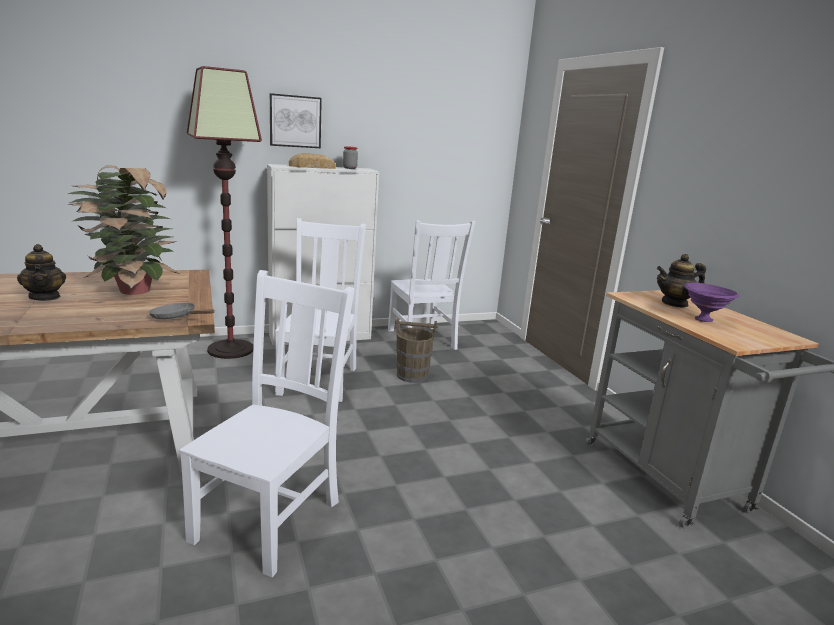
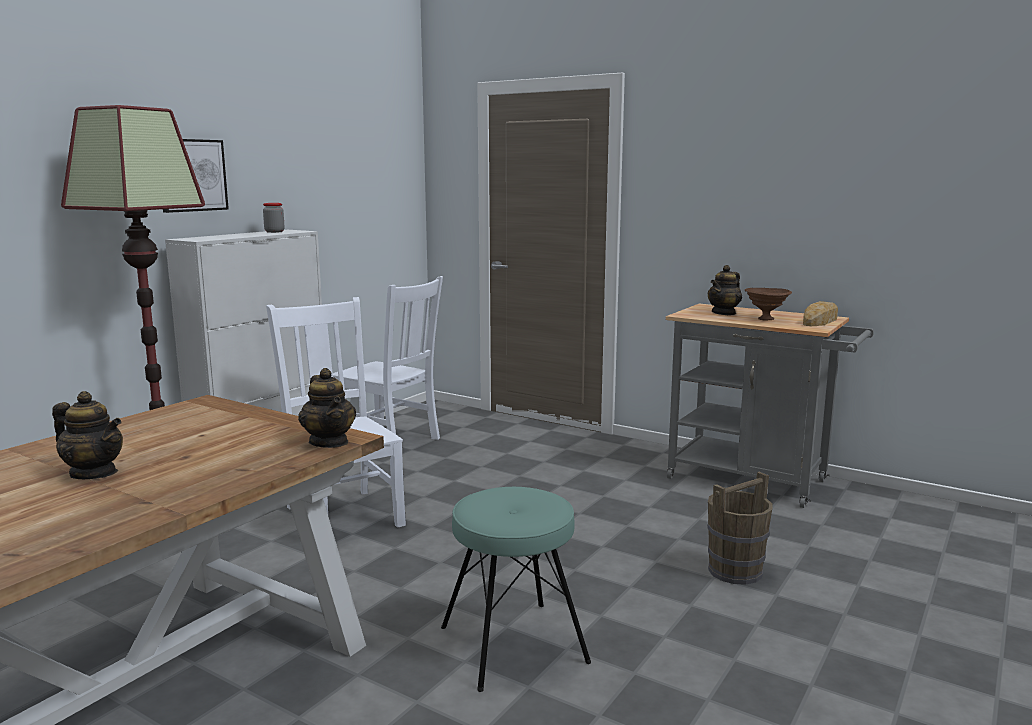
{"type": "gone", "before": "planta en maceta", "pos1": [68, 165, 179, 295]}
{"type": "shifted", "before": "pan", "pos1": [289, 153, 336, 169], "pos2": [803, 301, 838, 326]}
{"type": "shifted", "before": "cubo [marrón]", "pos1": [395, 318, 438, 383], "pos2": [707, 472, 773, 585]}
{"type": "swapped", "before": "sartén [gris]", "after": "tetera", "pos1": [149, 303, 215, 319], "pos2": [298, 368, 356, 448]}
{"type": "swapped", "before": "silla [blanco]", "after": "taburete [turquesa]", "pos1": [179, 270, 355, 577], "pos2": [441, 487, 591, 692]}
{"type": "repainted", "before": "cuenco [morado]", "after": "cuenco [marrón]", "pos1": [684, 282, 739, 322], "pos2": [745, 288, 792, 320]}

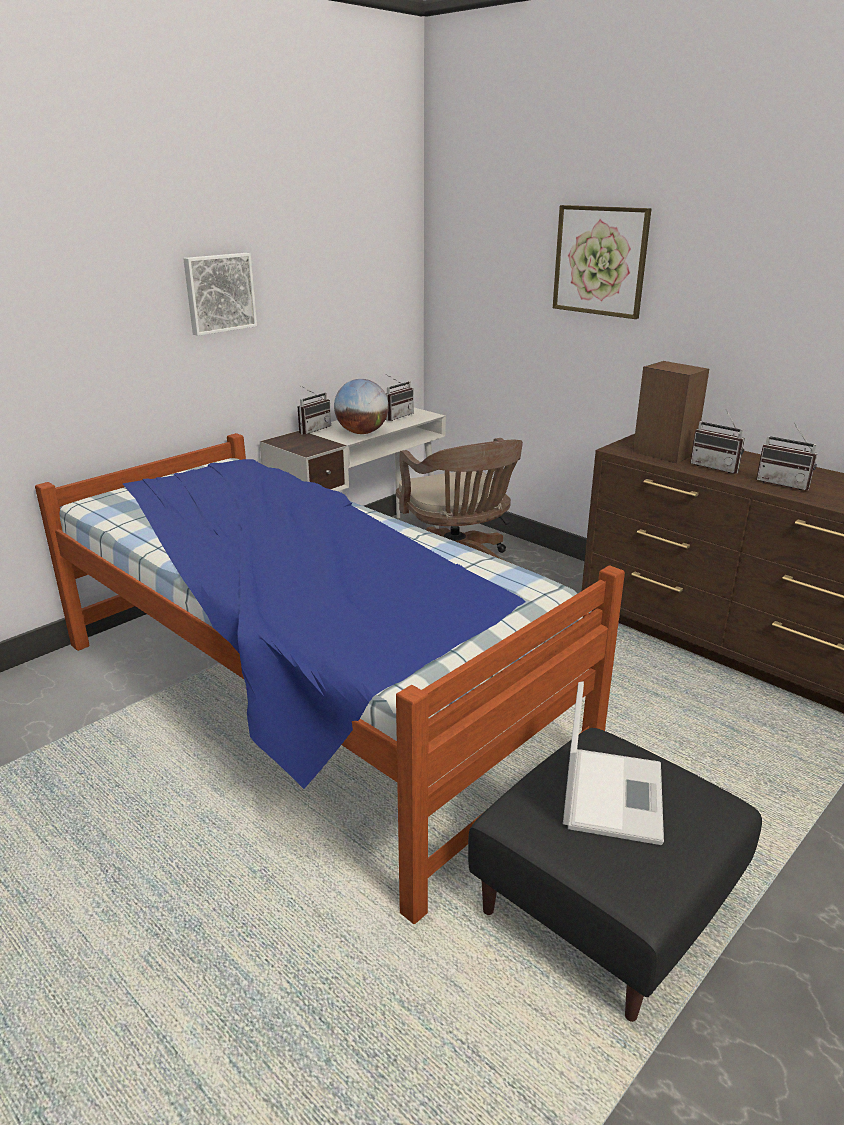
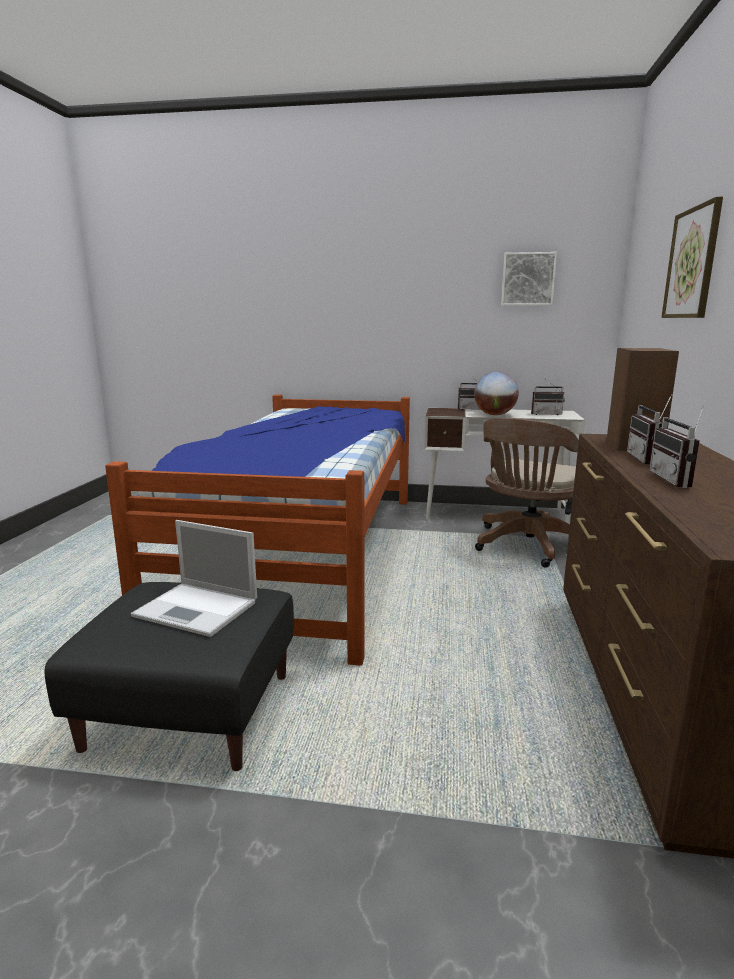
{"type": "shifted", "before": "cuadro", "pos1": [183, 253, 257, 336], "pos2": [501, 252, 557, 306]}
{"type": "rotated", "before": "portátil", "pos1": [563, 682, 664, 845], "pos2": [131, 520, 257, 637], "turn": 45}

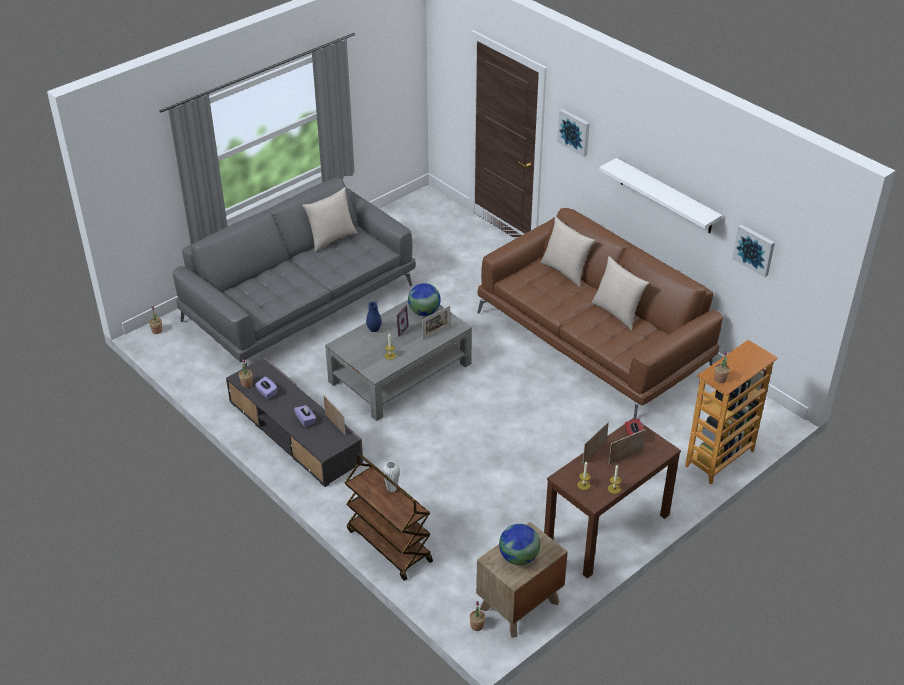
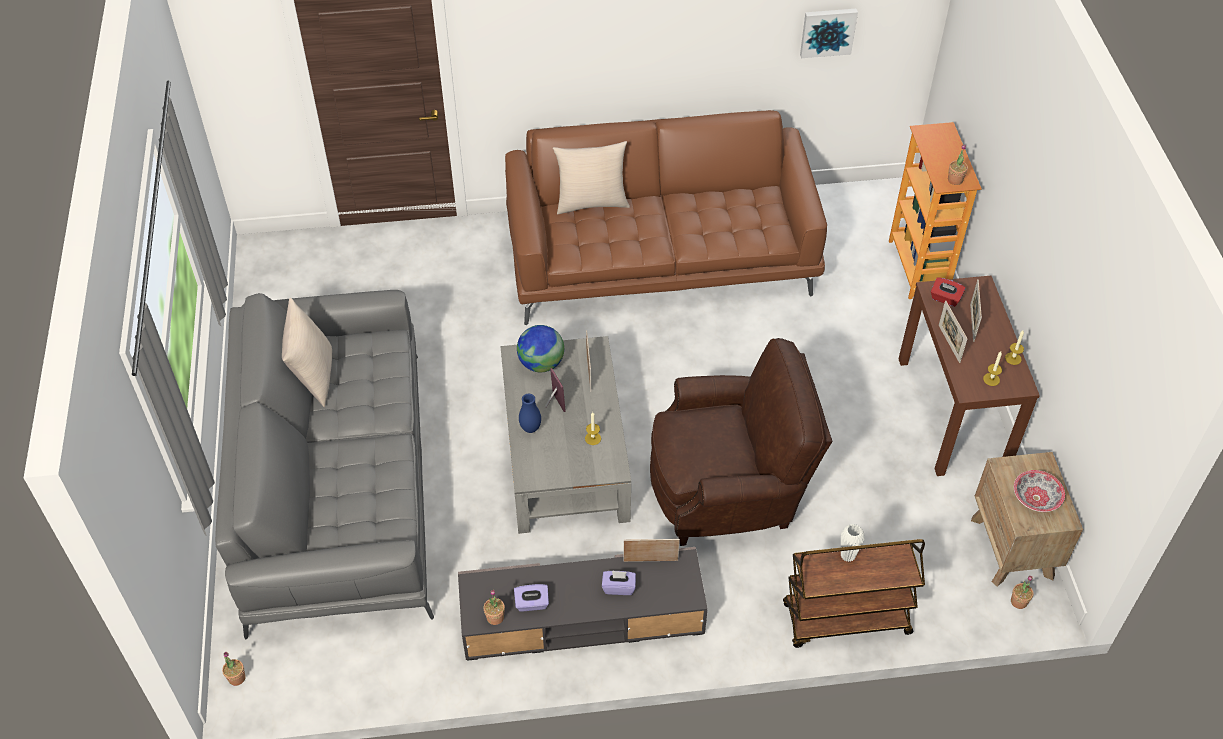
{"type": "gone", "before": "cuadro", "pos1": [557, 109, 590, 157]}
{"type": "gone", "before": "cojín [beis]", "pos1": [592, 256, 650, 330]}
{"type": "gone", "before": "estante [blanco]", "pos1": [599, 158, 722, 233]}
{"type": "new", "after": "sillón [marrón]", "pos2": [650, 338, 833, 546]}
{"type": "swapped", "before": "globo terráqueo", "after": "cuenco", "pos1": [499, 524, 540, 565], "pos2": [1014, 470, 1065, 512]}

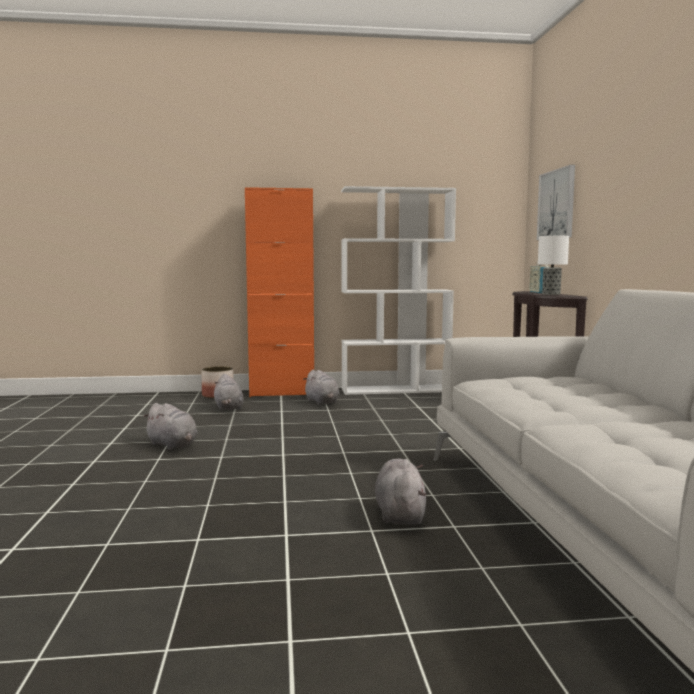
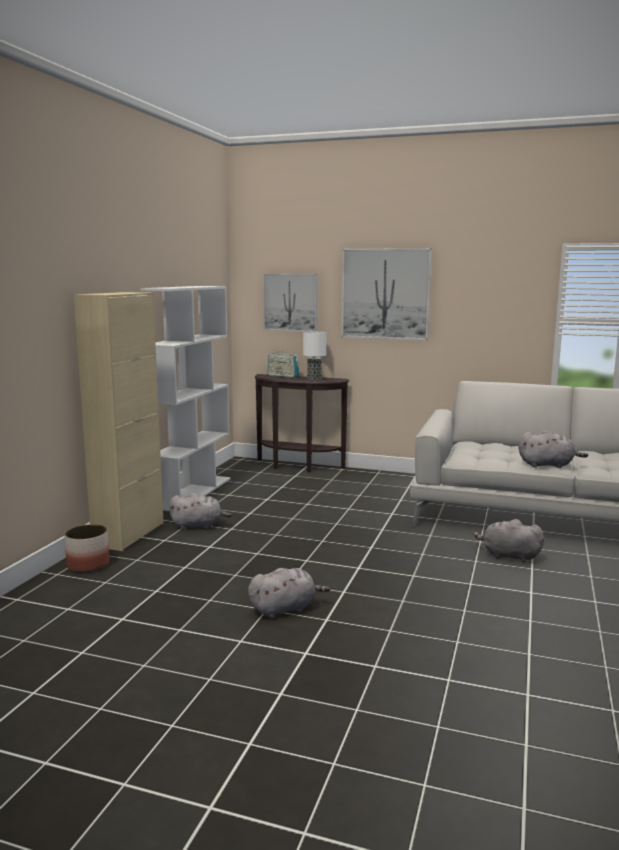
{"type": "new", "after": "cuadro", "pos2": [341, 248, 432, 340]}
{"type": "shifted", "before": "peluche [gris]", "pos1": [214, 374, 244, 411], "pos2": [518, 430, 588, 468]}
{"type": "repainted", "before": "armario [naranja]", "after": "armario [beis]", "pos1": [245, 187, 314, 397], "pos2": [74, 292, 164, 551]}

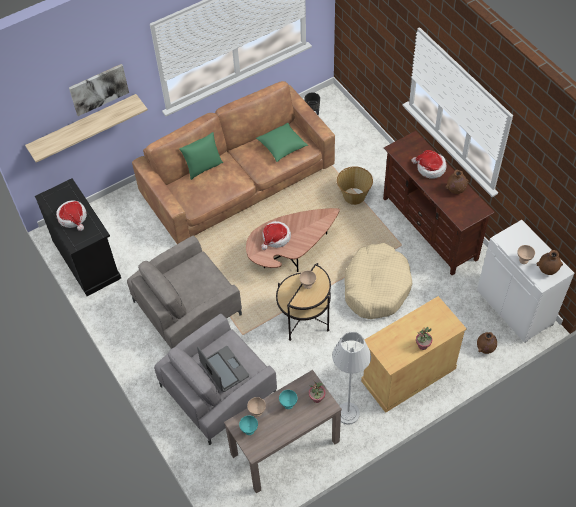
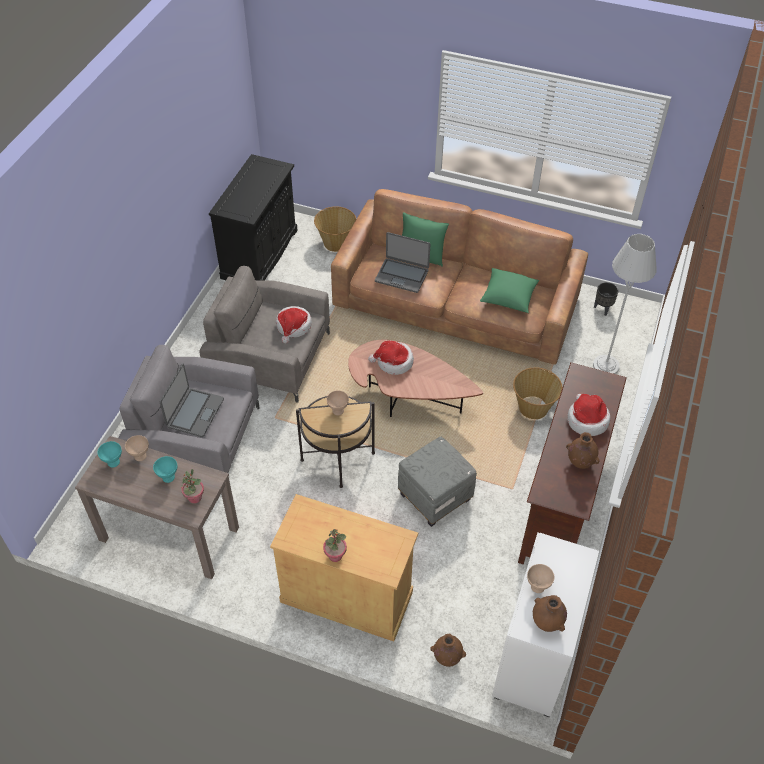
{"type": "gone", "before": "estante", "pos1": [25, 94, 148, 163]}
{"type": "gone", "before": "cuadro", "pos1": [69, 64, 129, 116]}
{"type": "new", "after": "cesta", "pos2": [314, 206, 356, 252]}
{"type": "new", "after": "portátil", "pos2": [375, 232, 431, 293]}
{"type": "shifted", "before": "sombrero", "pos1": [56, 200, 87, 231], "pos2": [276, 306, 312, 343]}
{"type": "shifted", "before": "lámpara de pie [gris]", "pos1": [332, 332, 371, 424], "pos2": [593, 234, 657, 374]}
{"type": "swapped", "before": "cama para perro [beis]", "after": "puf [gris]", "pos1": [344, 243, 412, 319], "pos2": [398, 437, 477, 527]}

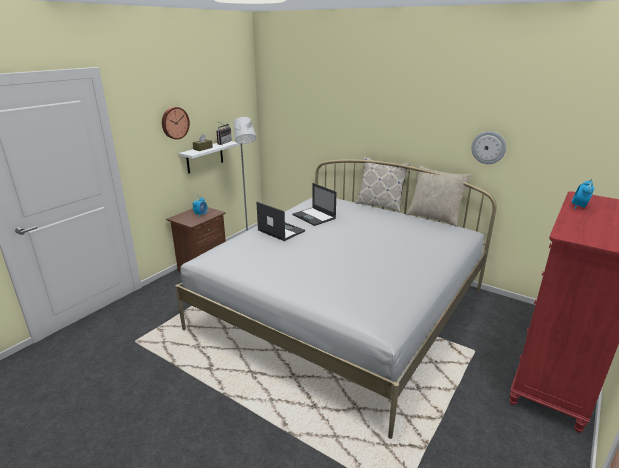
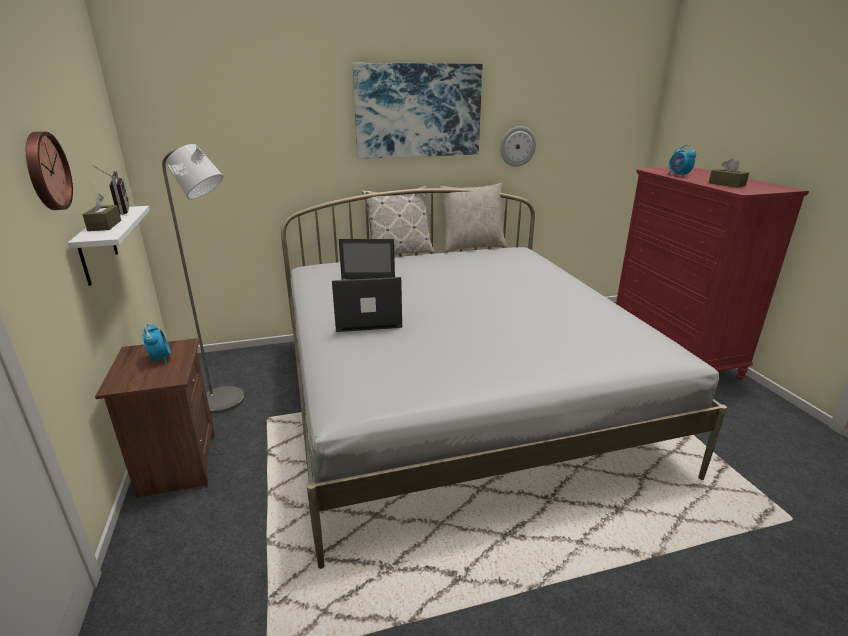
{"type": "new", "after": "cuadro", "pos2": [352, 63, 483, 159]}
{"type": "new", "after": "caja de pañuelos [marrón]", "pos2": [709, 158, 749, 188]}

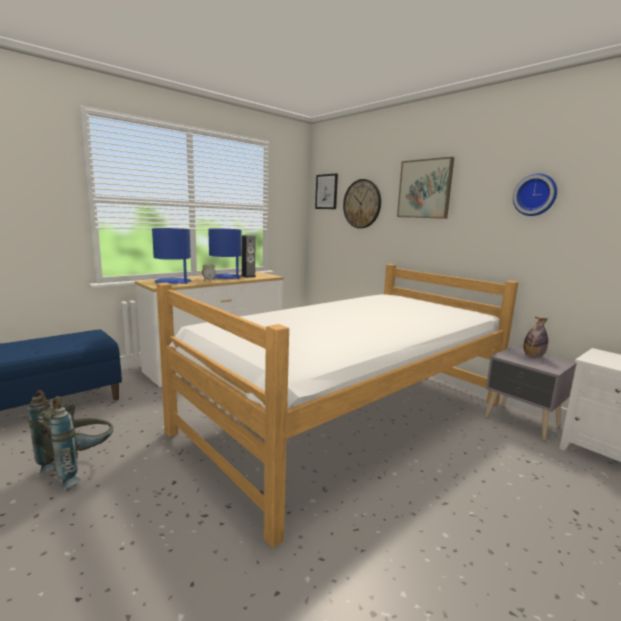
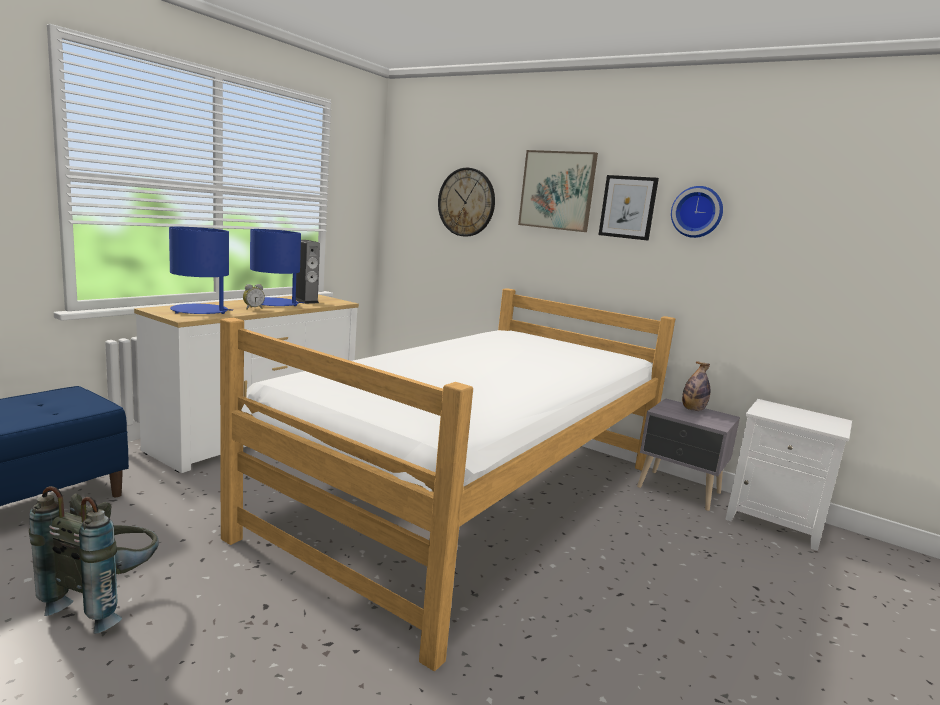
{"type": "shifted", "before": "cuadro", "pos1": [315, 173, 338, 209], "pos2": [598, 175, 659, 241]}

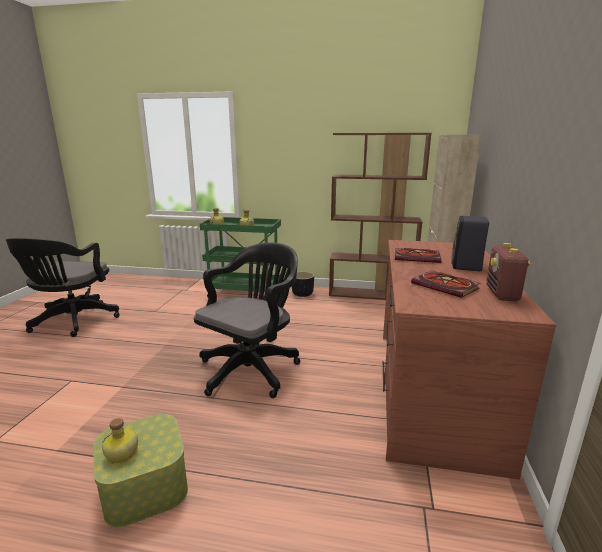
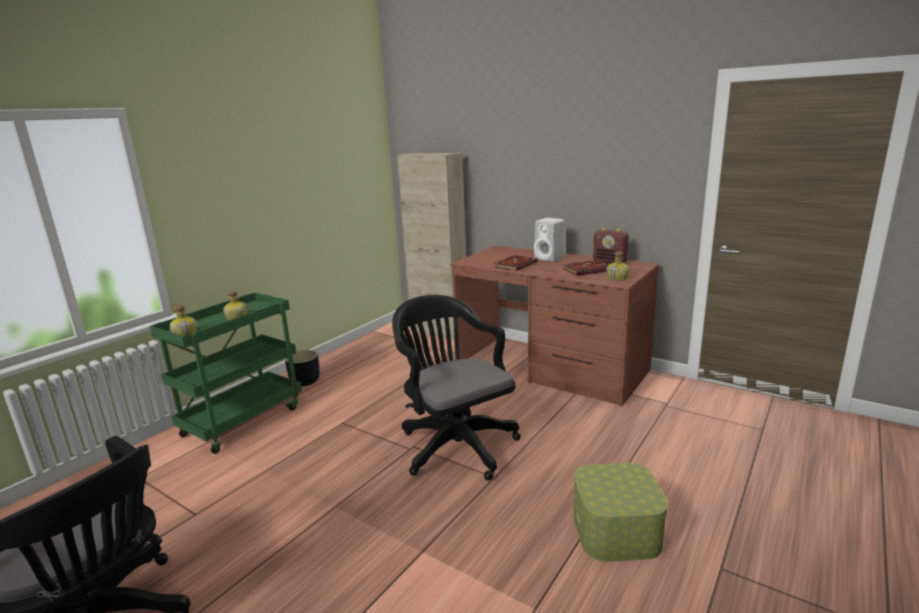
{"type": "gone", "before": "estantería [marrón]", "pos1": [329, 133, 432, 300]}
{"type": "shifted", "before": "botella", "pos1": [102, 418, 138, 464], "pos2": [606, 251, 630, 281]}
{"type": "repainted", "before": "altavoz [negro]", "after": "altavoz [blanco]", "pos1": [451, 216, 489, 271], "pos2": [534, 218, 565, 262]}

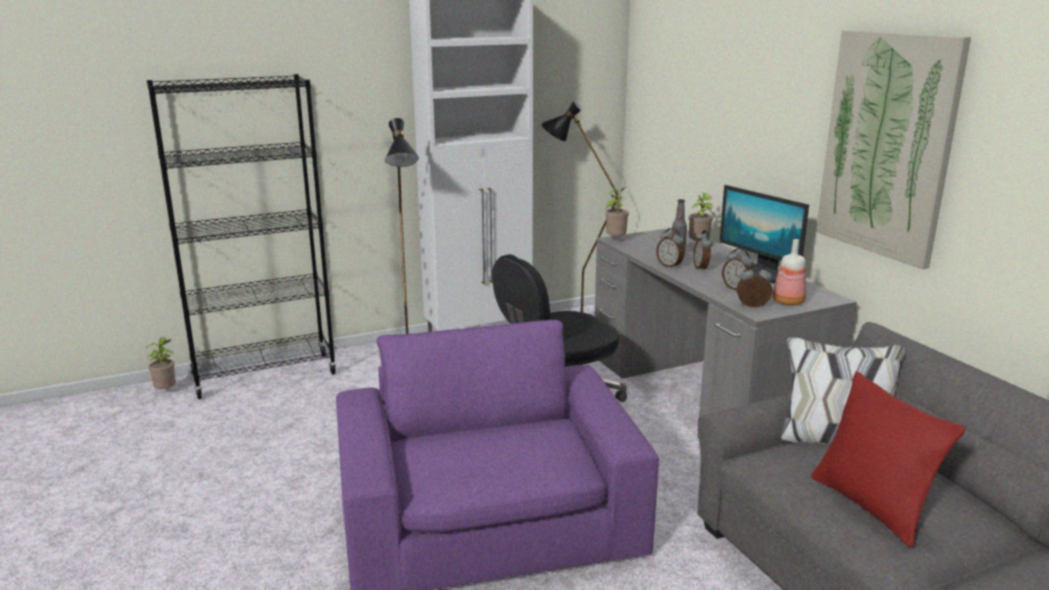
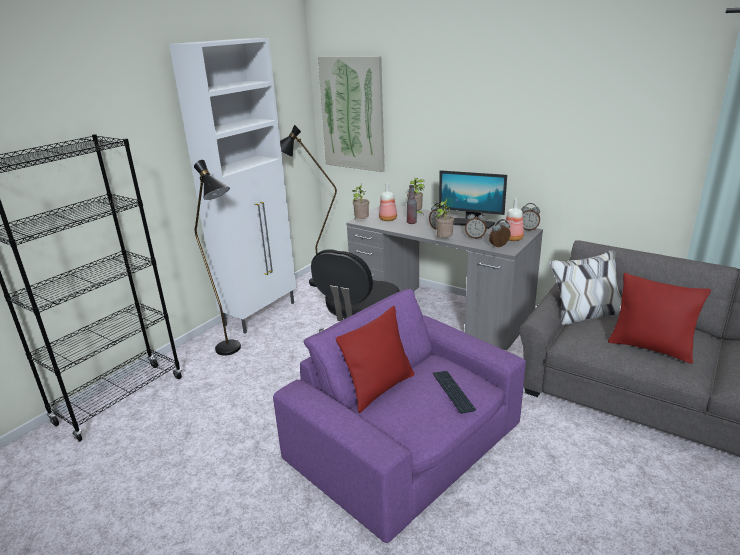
{"type": "new", "after": "cojín [rojo]", "pos2": [336, 306, 415, 413]}
{"type": "new", "after": "botella", "pos2": [379, 183, 397, 221]}
{"type": "new", "after": "teclado", "pos2": [432, 371, 476, 414]}
{"type": "shifted", "before": "planta en maceta", "pos1": [145, 337, 176, 389], "pos2": [436, 198, 454, 237]}
{"type": "shifted", "before": "despertador", "pos1": [656, 228, 684, 269], "pos2": [521, 203, 540, 230]}
{"type": "shifted", "before": "cuadro", "pos1": [816, 30, 971, 269], "pos2": [318, 56, 385, 172]}

